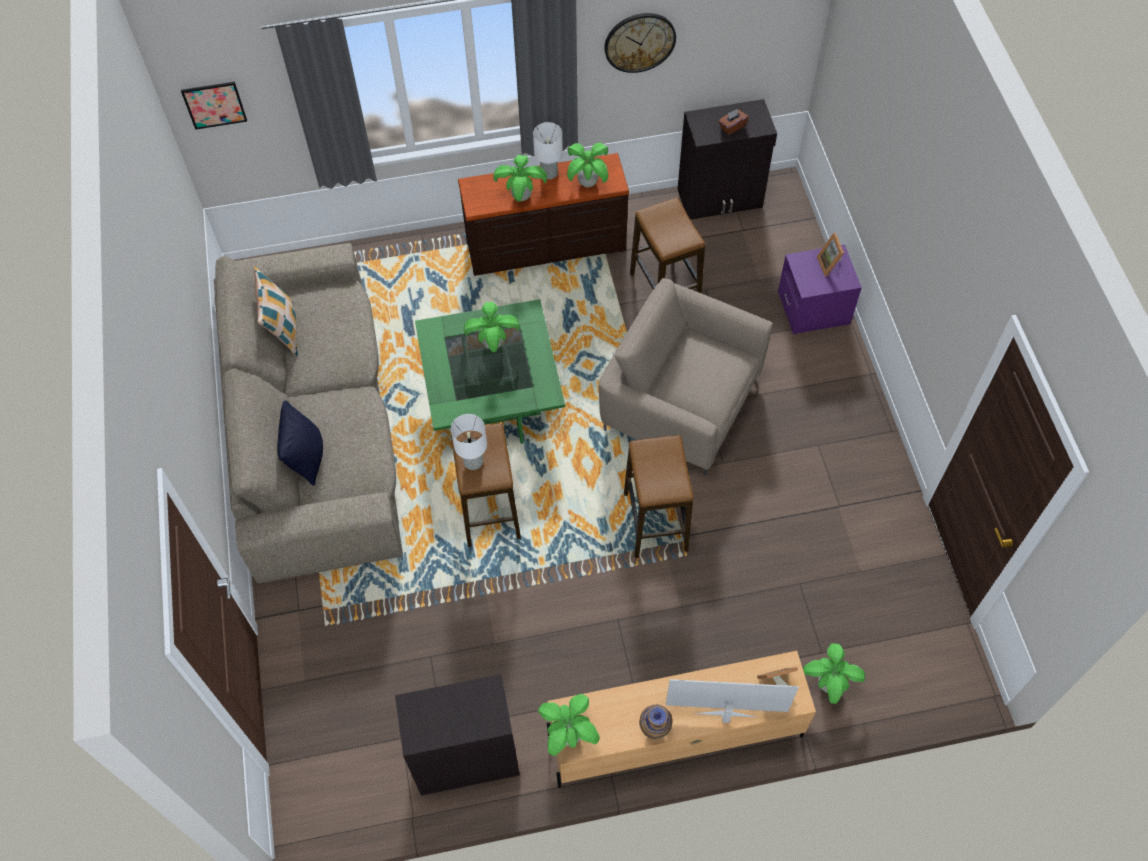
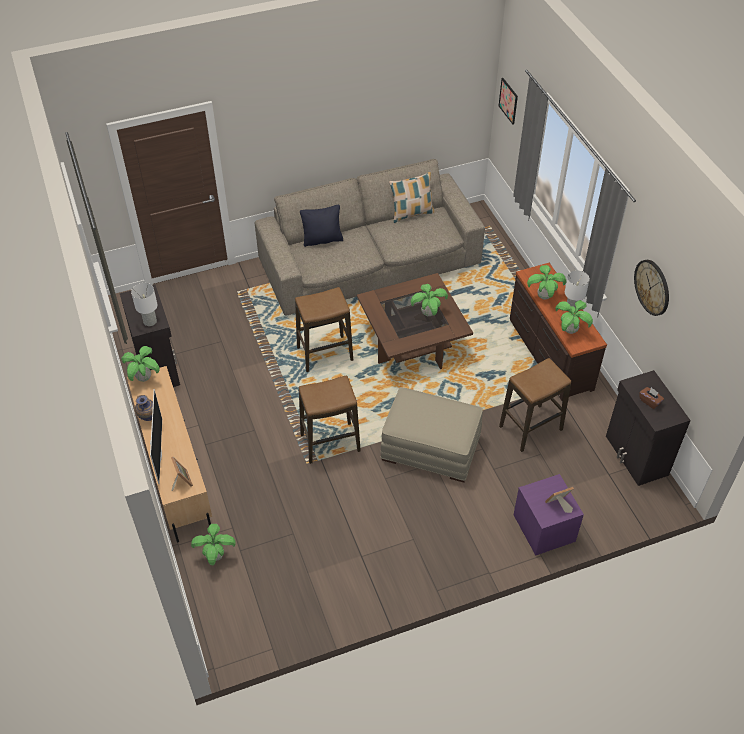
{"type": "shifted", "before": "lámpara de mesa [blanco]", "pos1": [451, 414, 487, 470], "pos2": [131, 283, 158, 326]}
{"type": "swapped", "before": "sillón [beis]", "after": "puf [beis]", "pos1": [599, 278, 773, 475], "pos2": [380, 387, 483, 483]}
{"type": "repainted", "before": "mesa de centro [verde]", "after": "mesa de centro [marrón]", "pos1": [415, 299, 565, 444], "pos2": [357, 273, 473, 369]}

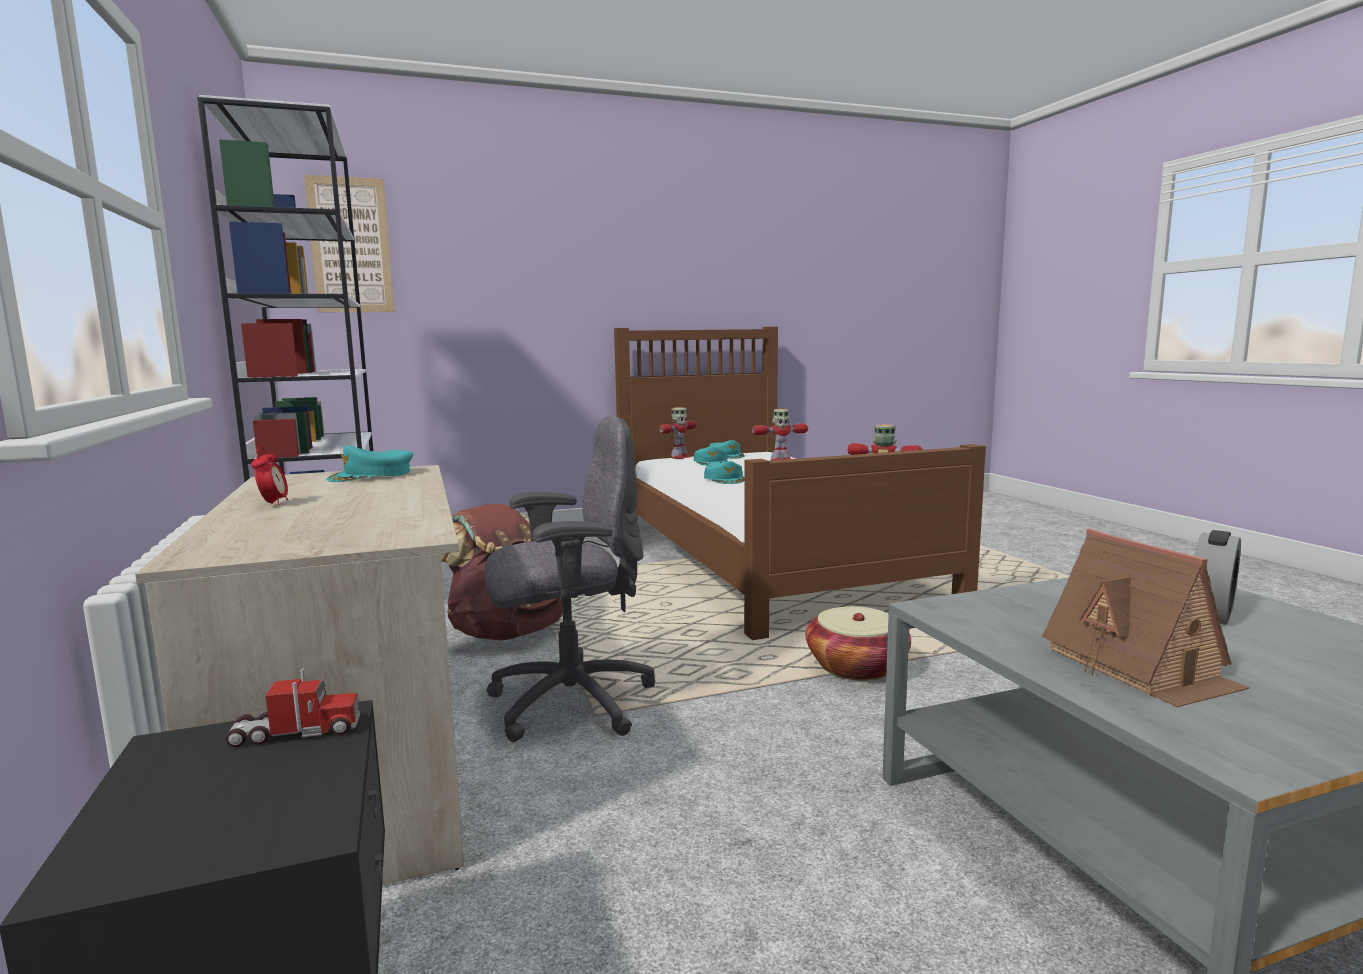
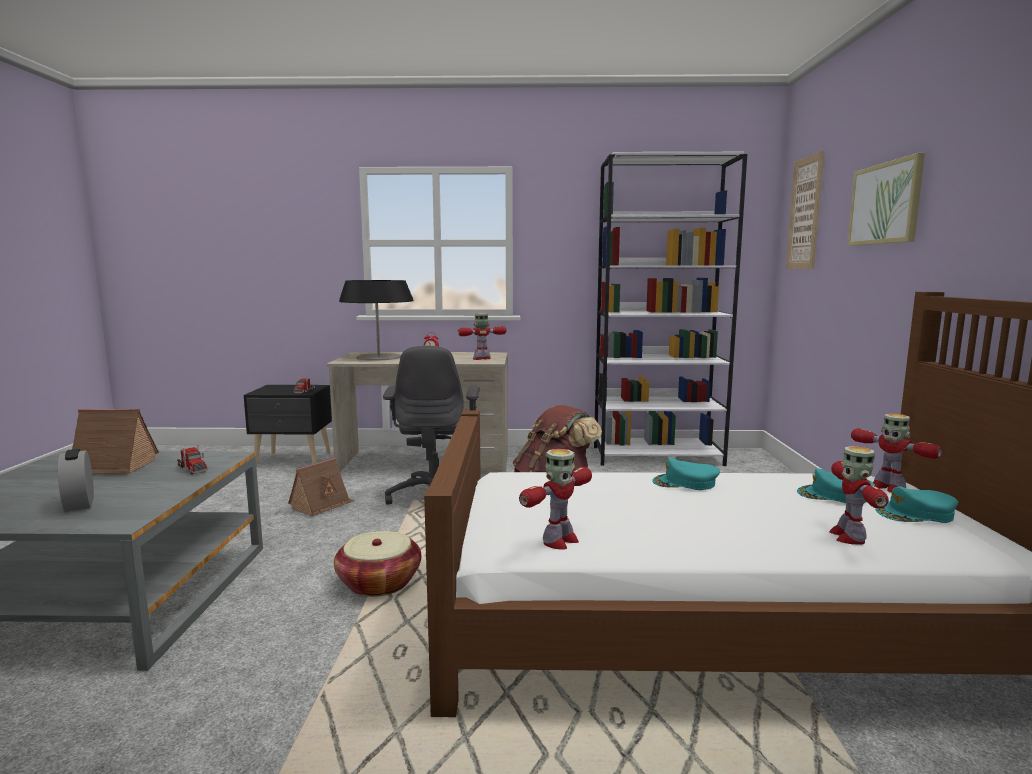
{"type": "new", "after": "camión de juguete", "pos2": [177, 445, 207, 475]}
{"type": "new", "after": "casita", "pos2": [288, 458, 354, 516]}
{"type": "new", "after": "lámpara de mesa", "pos2": [339, 280, 413, 361]}
{"type": "new", "after": "cuadro", "pos2": [847, 153, 925, 246]}
{"type": "swapped", "before": "gorra [turquesa]", "after": "robot de juguete", "pos1": [326, 446, 413, 482], "pos2": [458, 313, 507, 360]}

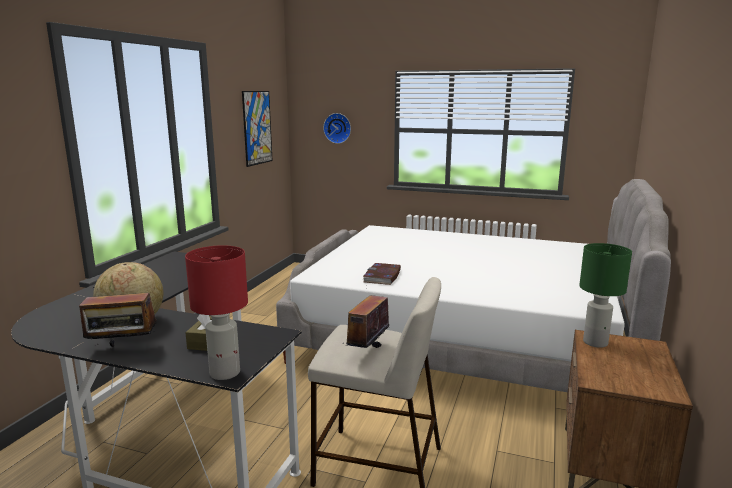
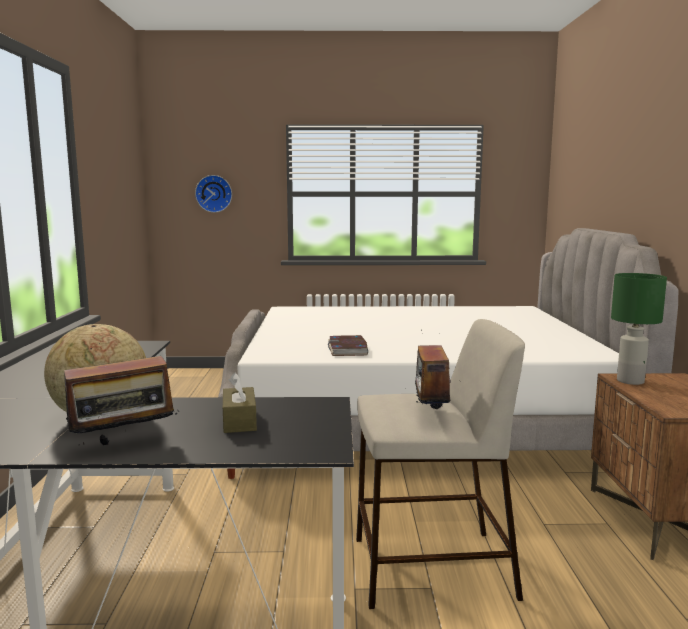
{"type": "gone", "before": "lámpara de mesa [rojo]", "pos1": [185, 245, 248, 380]}
{"type": "gone", "before": "cuadro", "pos1": [242, 91, 273, 167]}

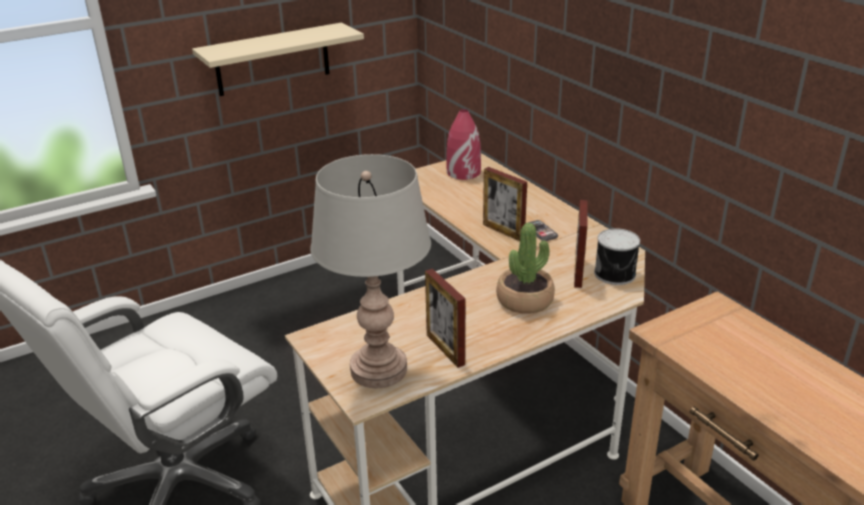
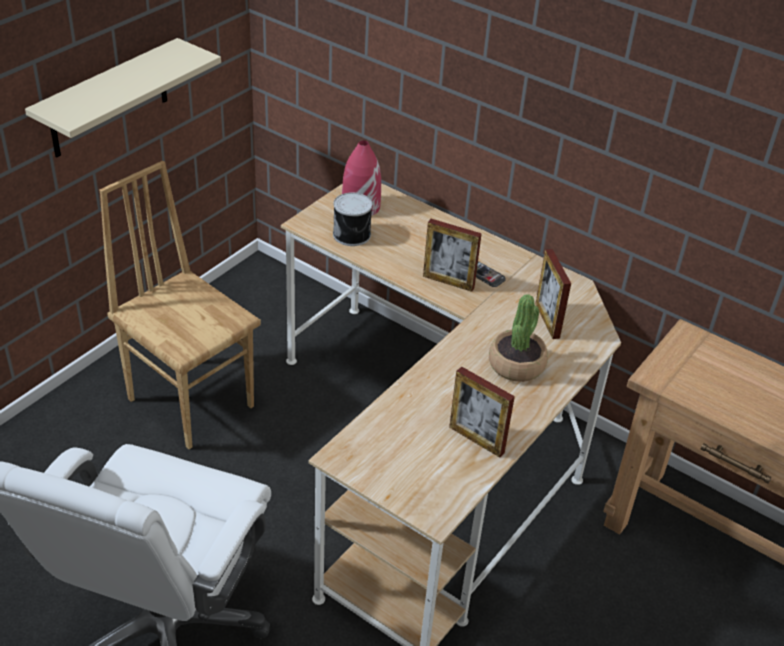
{"type": "gone", "before": "lámpara de mesa [gris]", "pos1": [310, 154, 431, 388]}
{"type": "new", "after": "silla [marrón]", "pos2": [99, 161, 261, 449]}
{"type": "shifted", "before": "lata", "pos1": [594, 228, 640, 285], "pos2": [333, 192, 372, 246]}

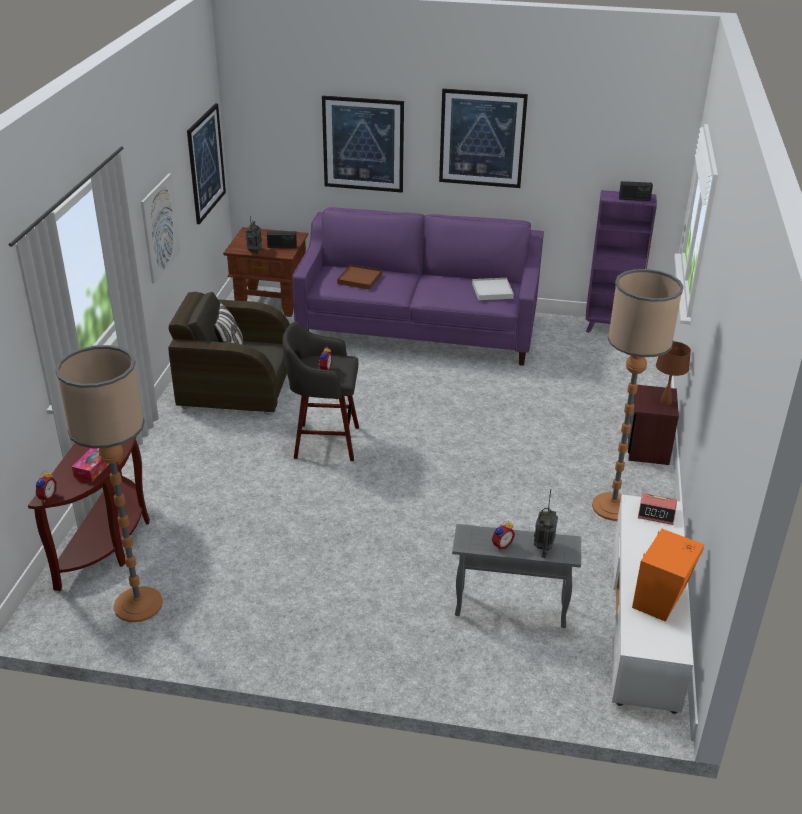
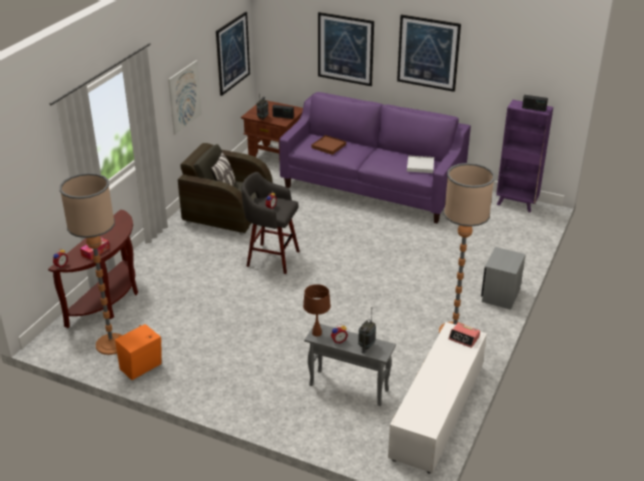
{"type": "shifted", "before": "altavoz [naranja]", "pos1": [632, 529, 704, 622], "pos2": [115, 324, 162, 380]}
{"type": "shifted", "before": "lámpara de mesa [marrón]", "pos1": [656, 341, 691, 405], "pos2": [303, 284, 331, 337]}
{"type": "repainted", "before": "mesita de noche [marrón]", "after": "mesita de noche [gris]", "pos1": [628, 385, 679, 465], "pos2": [481, 247, 526, 310]}

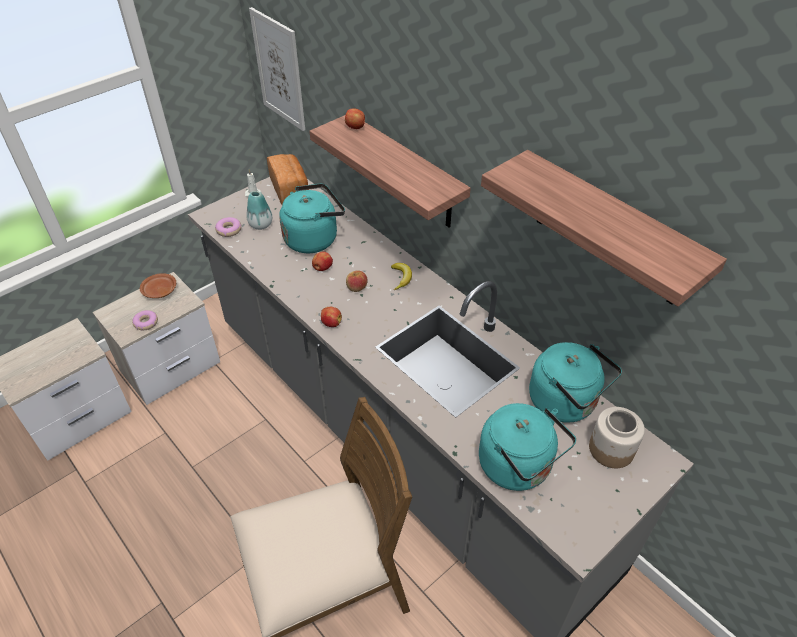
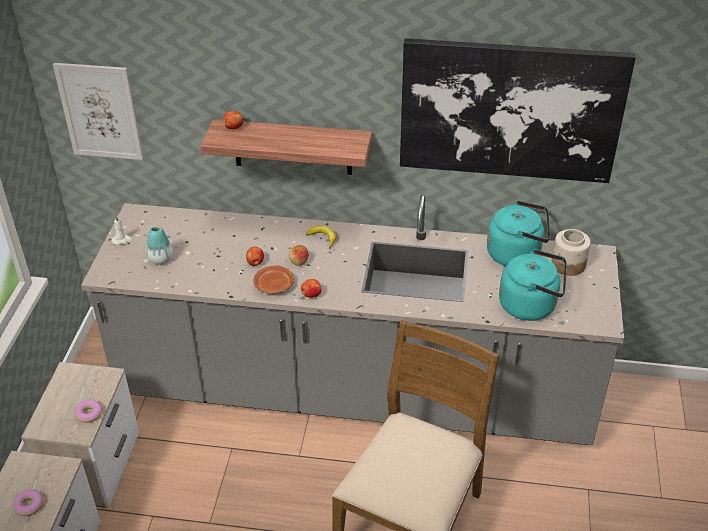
{"type": "gone", "before": "pan", "pos1": [267, 154, 308, 205]}
{"type": "gone", "before": "hervidor [turquesa]", "pos1": [279, 183, 345, 253]}
{"type": "shifted", "before": "plato [marrón]", "pos1": [140, 273, 176, 298], "pos2": [253, 265, 294, 294]}
{"type": "shifted", "before": "rosquilla", "pos1": [215, 217, 242, 237], "pos2": [13, 489, 44, 516]}
{"type": "swapped", "before": "estante", "after": "cuadro", "pos1": [481, 150, 727, 306], "pos2": [400, 38, 635, 183]}

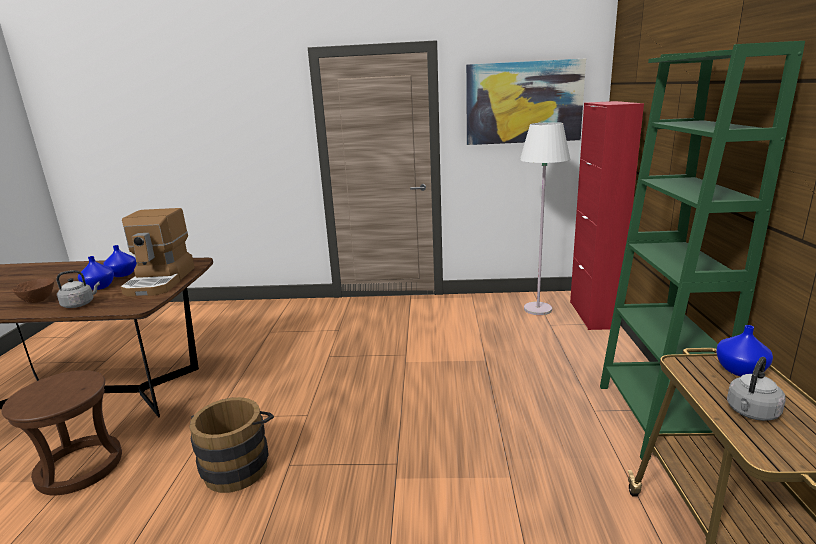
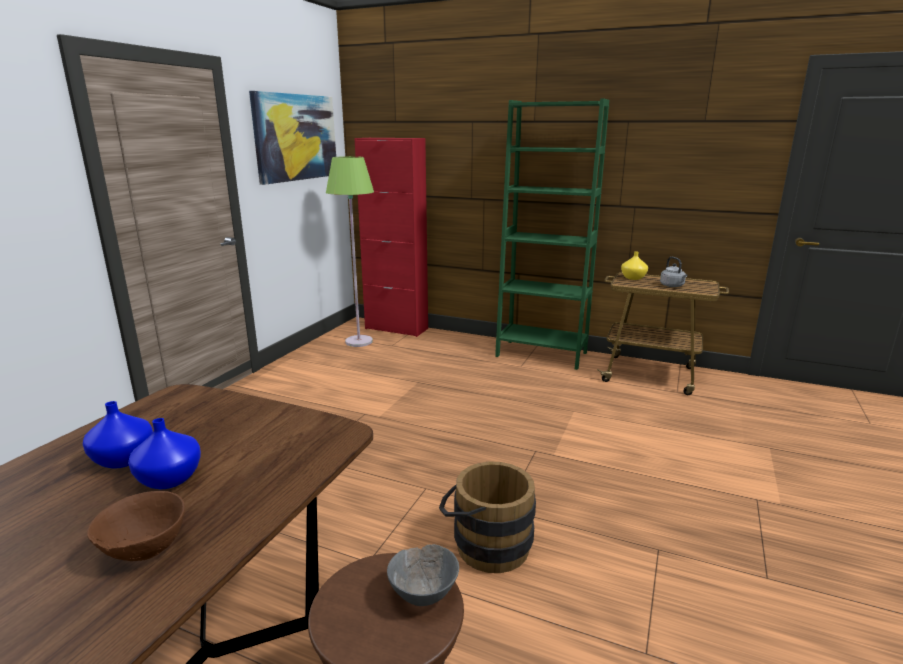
{"type": "gone", "before": "hervidor [gris]", "pos1": [56, 270, 100, 308]}
{"type": "gone", "before": "cafetera", "pos1": [121, 208, 195, 297]}
{"type": "new", "after": "cuenco [gris]", "pos2": [387, 544, 459, 606]}
{"type": "repainted", "before": "lámpara de pie [blanco]", "after": "lámpara de pie [verde]", "pos1": [520, 122, 570, 315], "pos2": [326, 156, 374, 347]}
{"type": "repainted", "before": "florero [azul]", "after": "florero [amarillo]", "pos1": [716, 325, 773, 376], "pos2": [621, 252, 648, 280]}

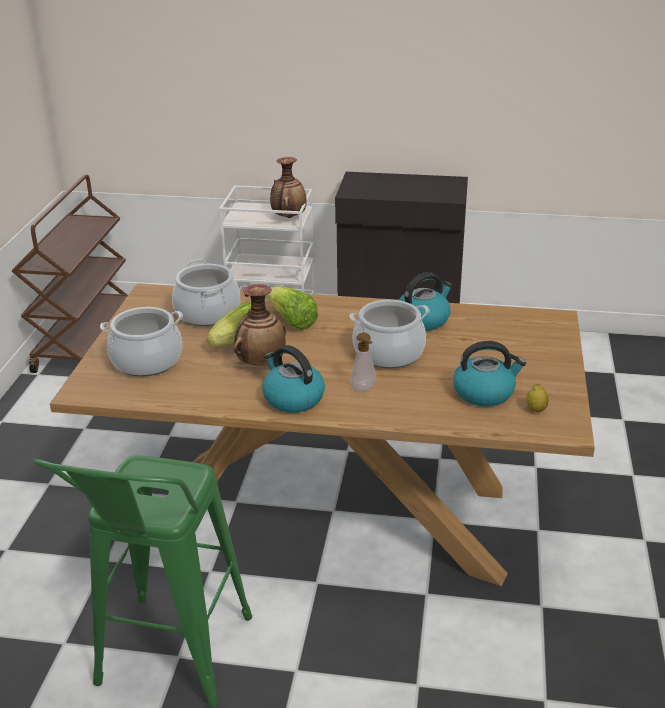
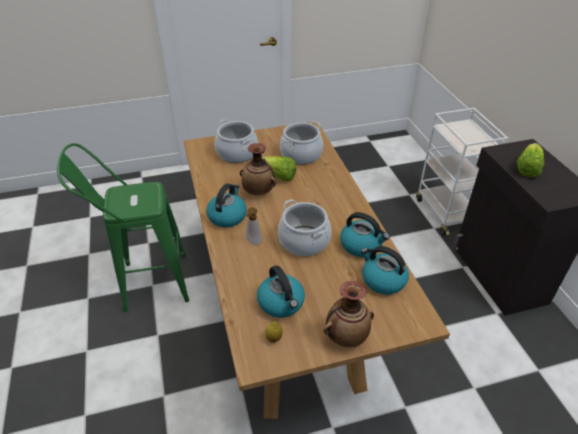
{"type": "gone", "before": "carrito [marrón]", "pos1": [12, 175, 128, 373]}
{"type": "new", "after": "hervidor", "pos2": [361, 246, 409, 294]}
{"type": "shifted", "before": "lechuga", "pos1": [266, 286, 318, 330], "pos2": [516, 143, 544, 177]}
{"type": "shifted", "before": "florero", "pos1": [270, 157, 307, 218], "pos2": [324, 281, 374, 348]}

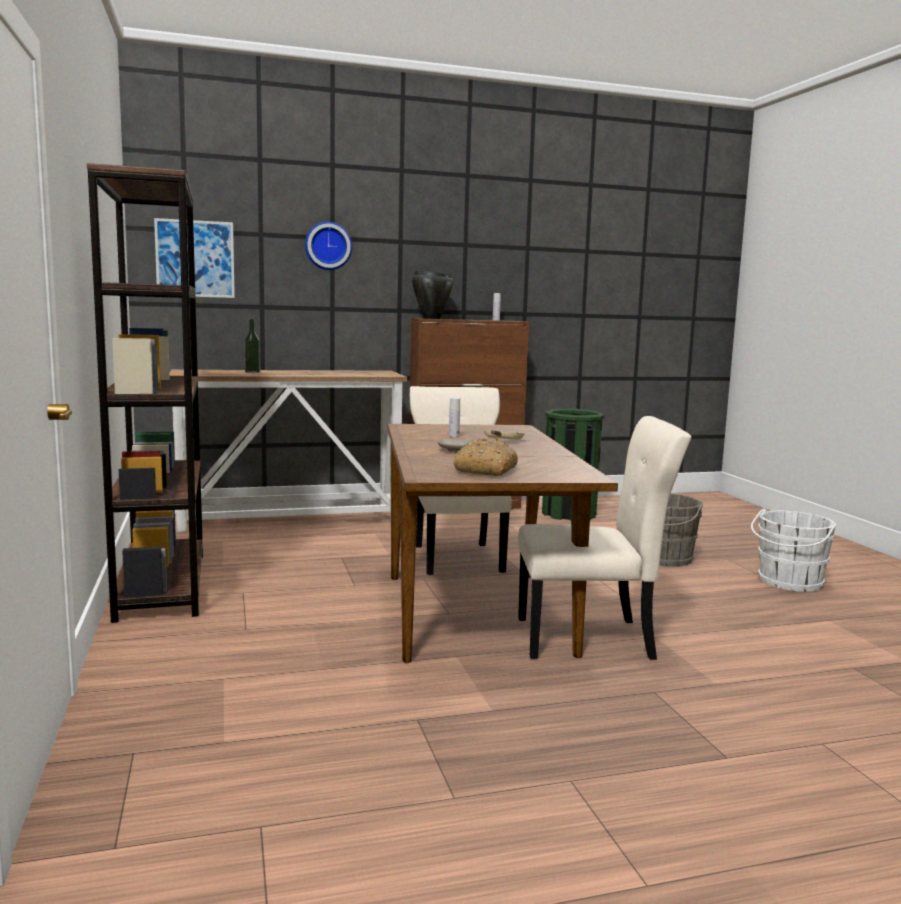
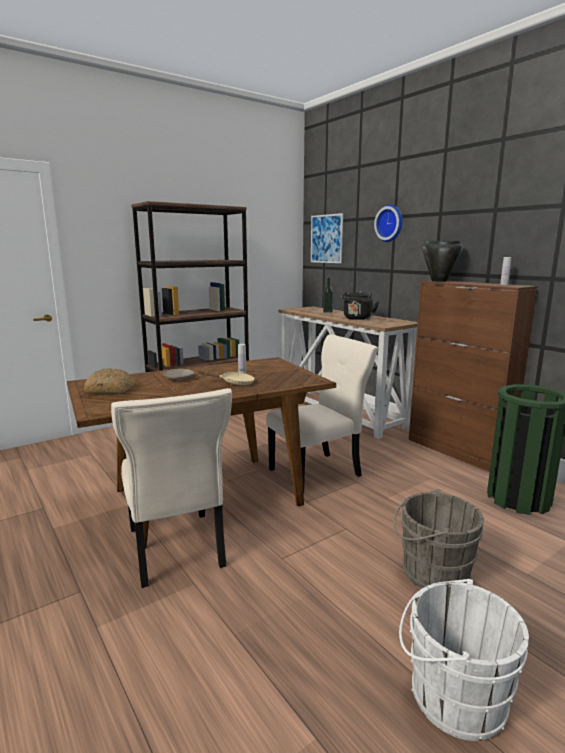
{"type": "new", "after": "hervidor [negro]", "pos2": [341, 290, 379, 320]}

